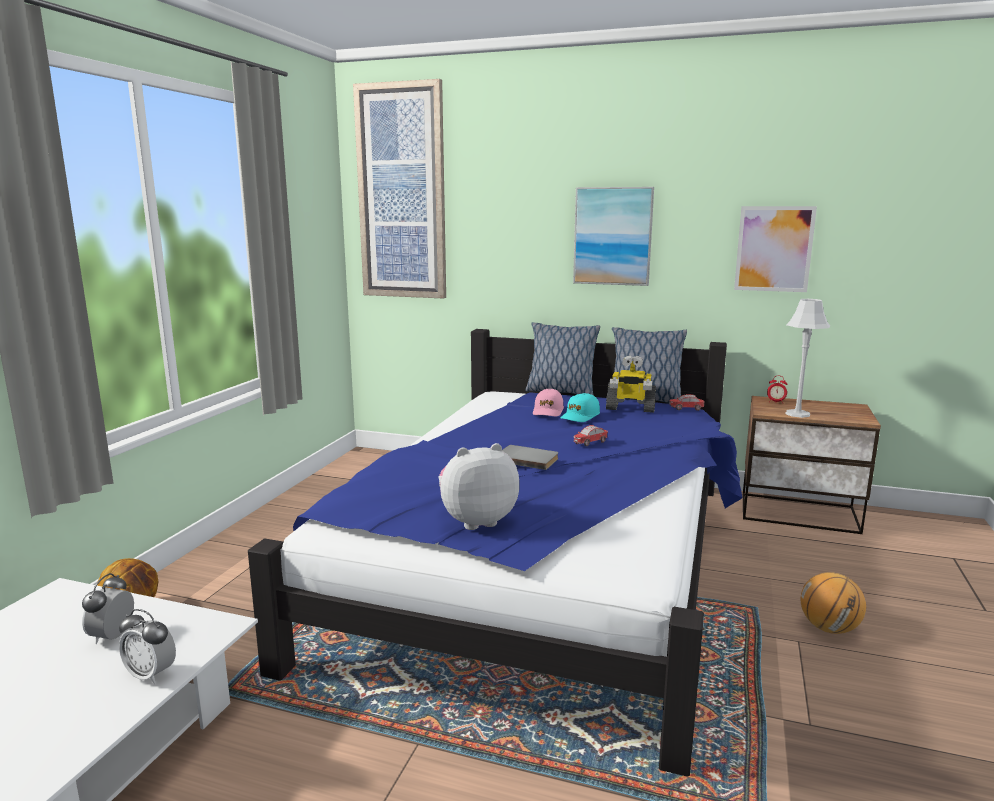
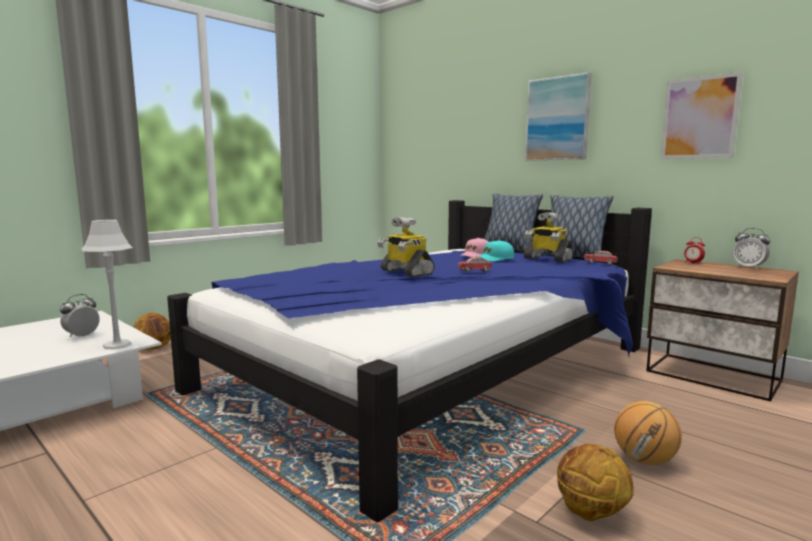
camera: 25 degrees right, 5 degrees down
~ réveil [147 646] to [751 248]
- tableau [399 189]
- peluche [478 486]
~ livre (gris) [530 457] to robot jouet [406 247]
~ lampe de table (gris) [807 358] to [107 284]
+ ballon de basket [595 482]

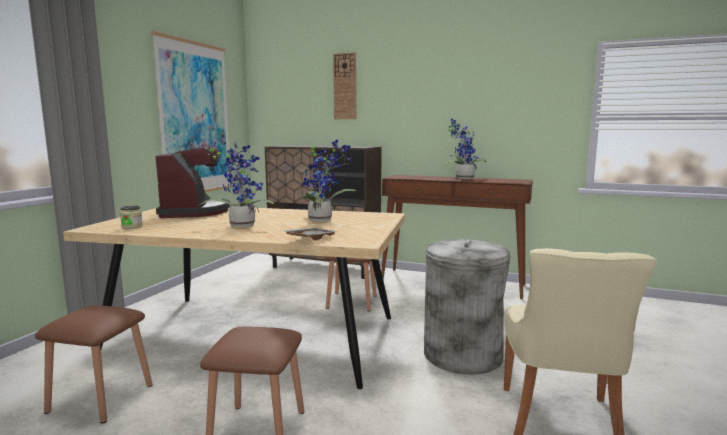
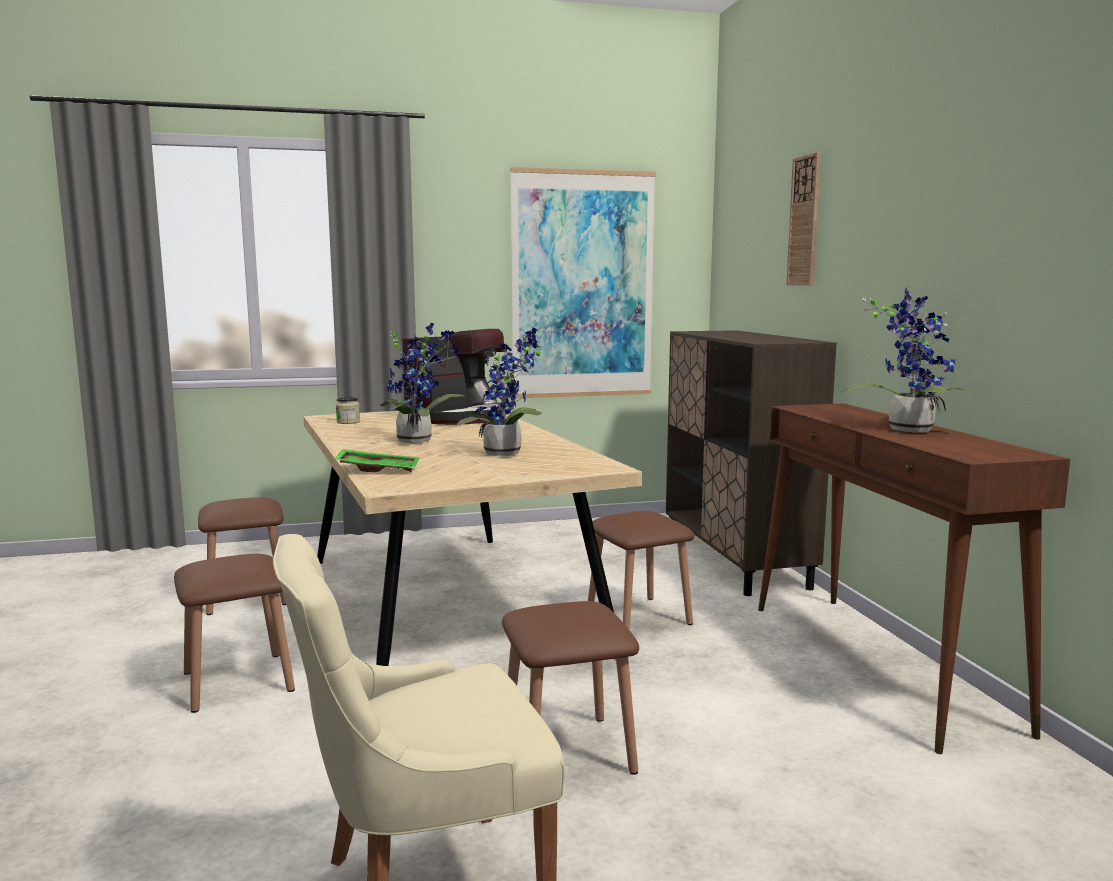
camera: 55 degrees right, 0 degrees up
~ plateau (gris) [310 233] to plateau (vert) [377 460]
~ poubelle (gris) [467 306] to tabouret (marron) [570 688]

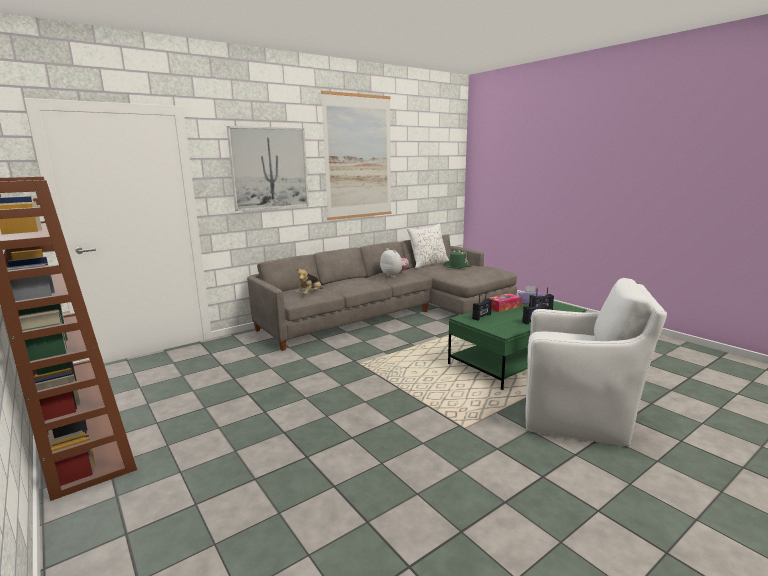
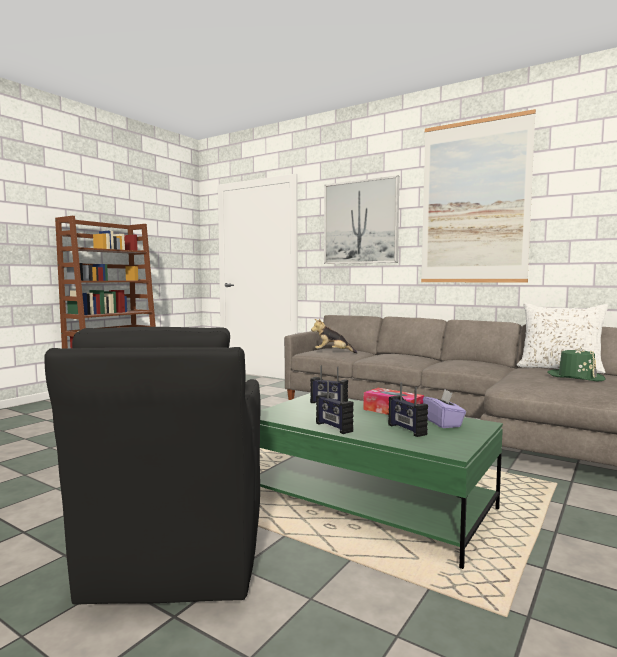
camera: 70 degrees right, 10 degrees down
- peluche [394 262]
~ fauteuil (blanc) [596 362] to fauteuil (noir) [152 466]

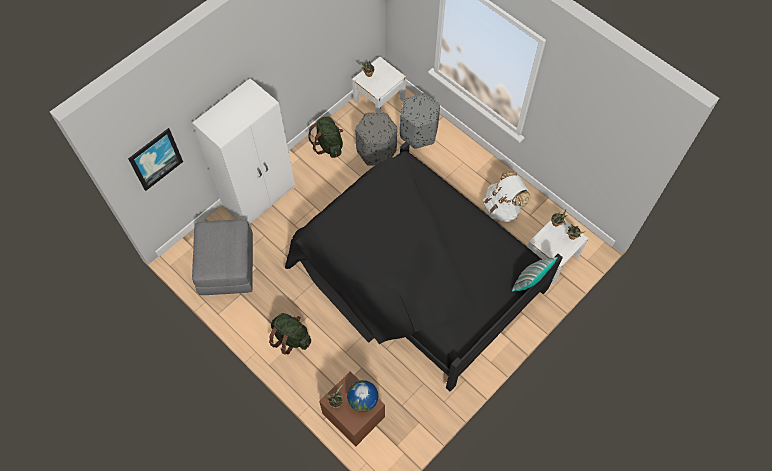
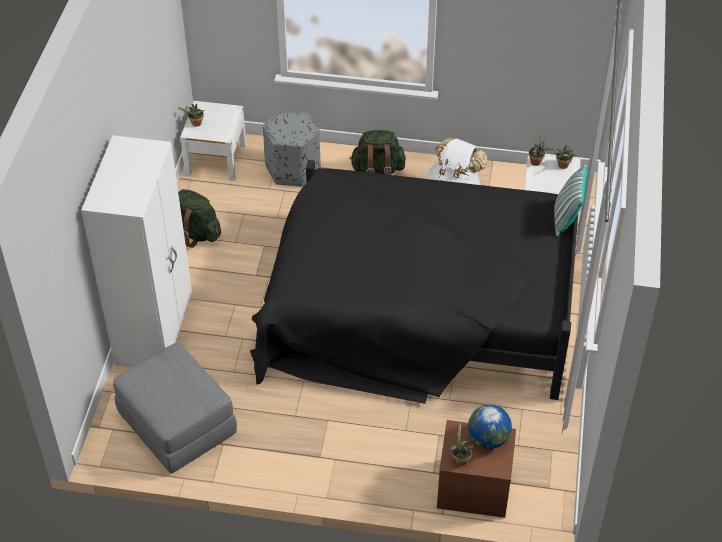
camera: 35 degrees left, 15 degrees down
- tableau [155 159]
~ sac à dos (vert) [290 334] to [378 152]
- pouf (gris) [376 139]

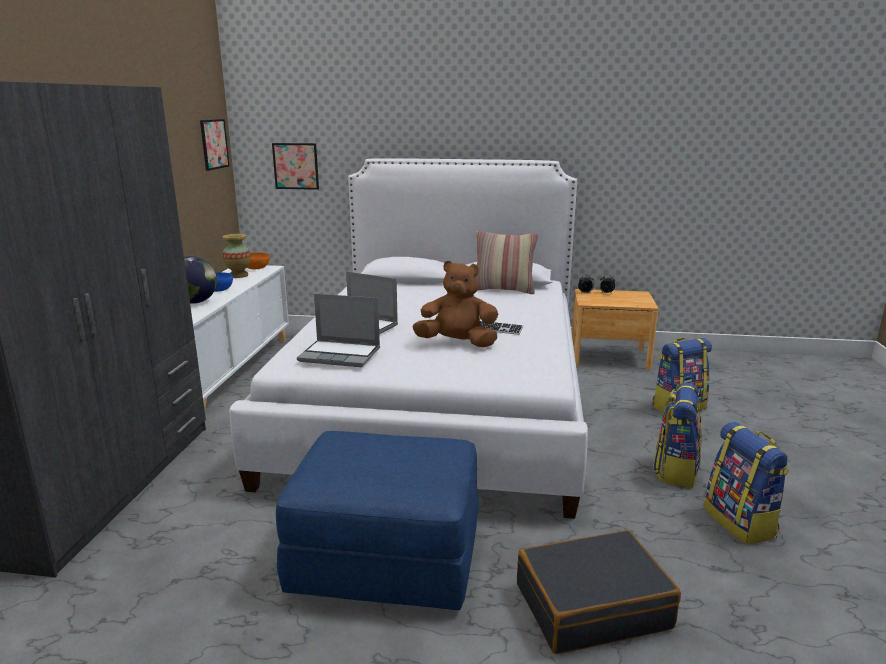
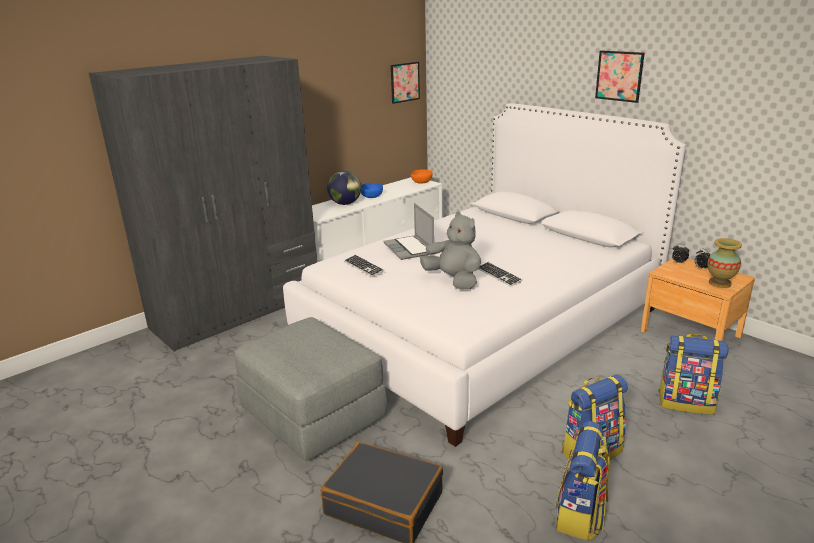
camera: 40 degrees right, 5 degrees up
~ vase [236 256] to [724 263]
~ tableau [295 166] to [620 76]
~ pouf (bleu) [377 520] to pouf (gris) [310 389]
~ ordinateur portable [338 330] to clavier [364 266]
~ peluche (marron) [455 304] to peluche (gris) [450 250]
- coussin [506 262]

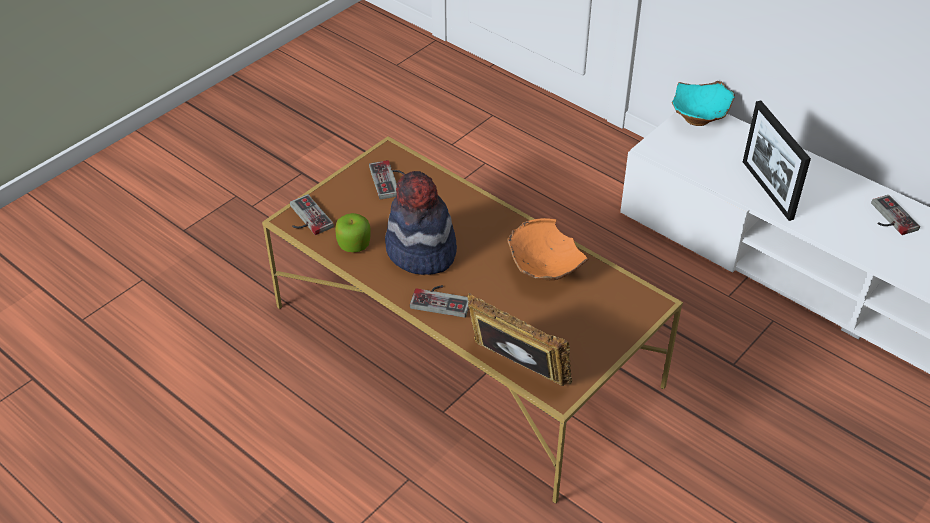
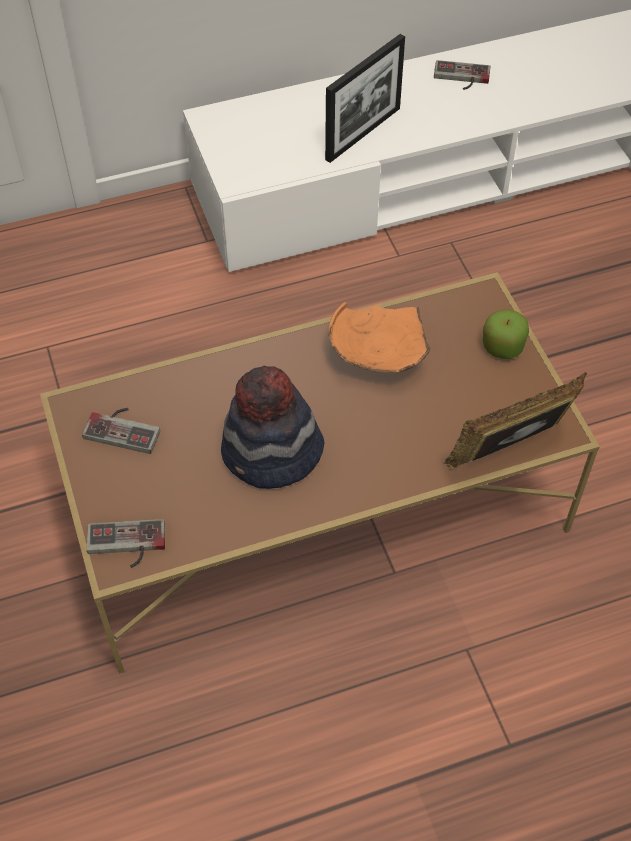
camera: 60 degrees left, 10 degrees up
~ pomme [353 232] to [506 334]
- manette [439 301]
- bol (turquoise) [703 103]
~ cadre photo [777 161] = [365 98] 60 degrees counterclockwise

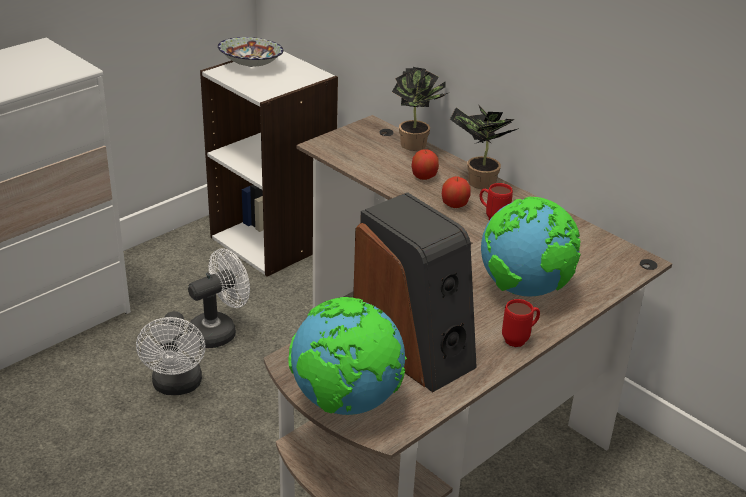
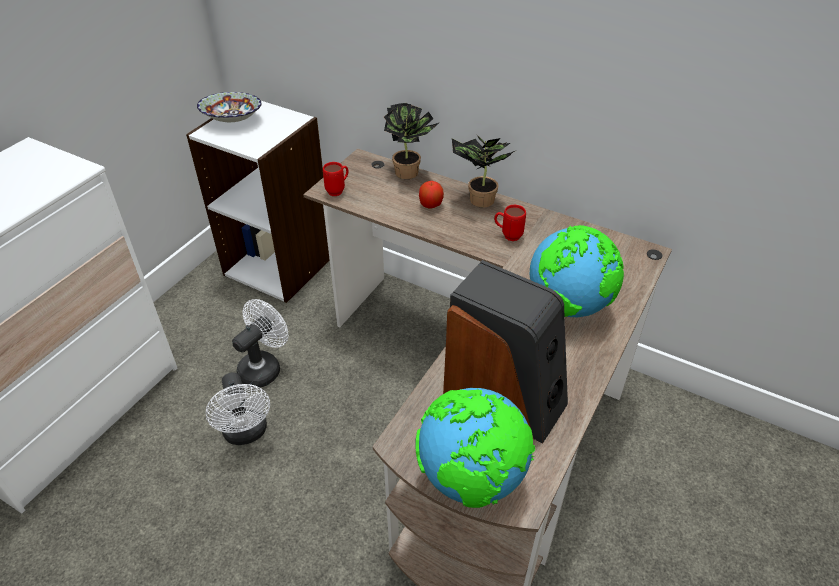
camera: 15 degrees left, 10 degrees up
- pomme [456 192]
~ mug (rouge) [521 323] to [336 179]

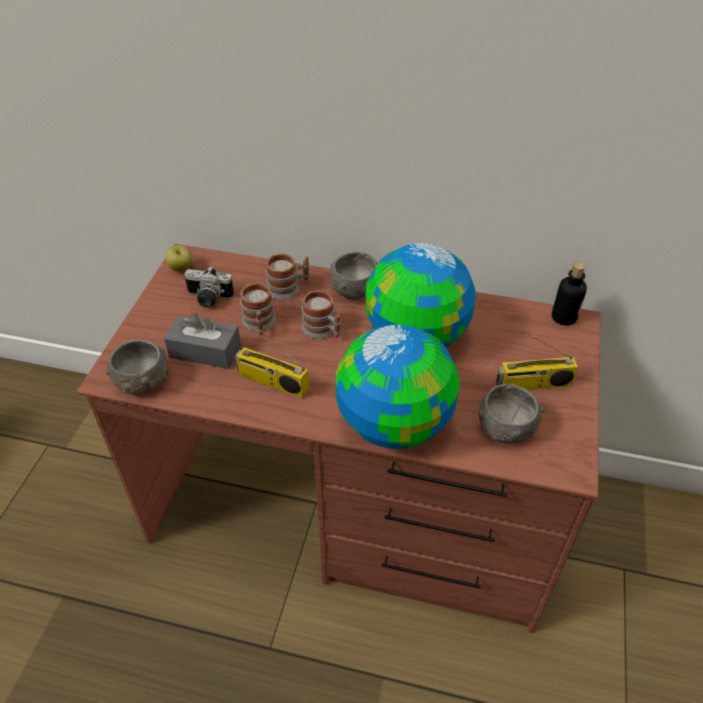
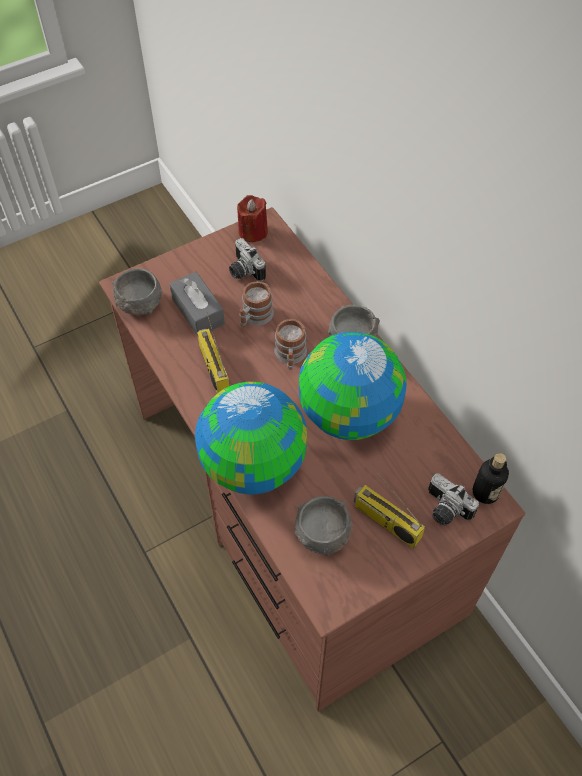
camera: 45 degrees right, 10 degrees up
~ pomme [178 258] to bougie (rouge) [252 218]
- mug [288 277]
+ appareil photo [453 499]

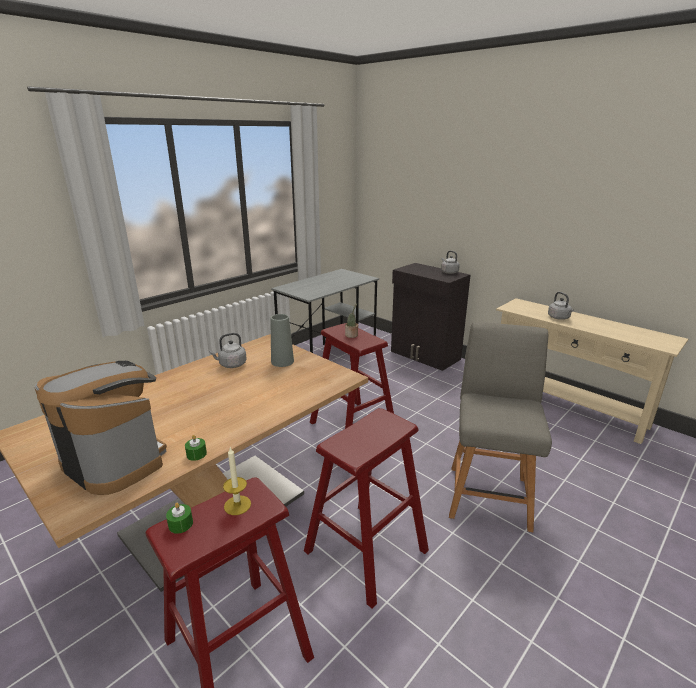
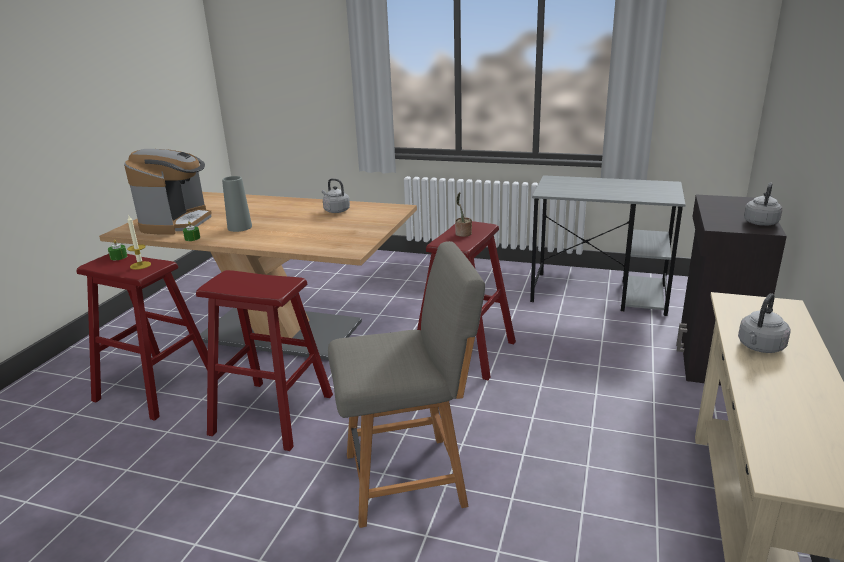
camera: 65 degrees right, 0 degrees up
~ vase (gris) [282 340] to [237 204]

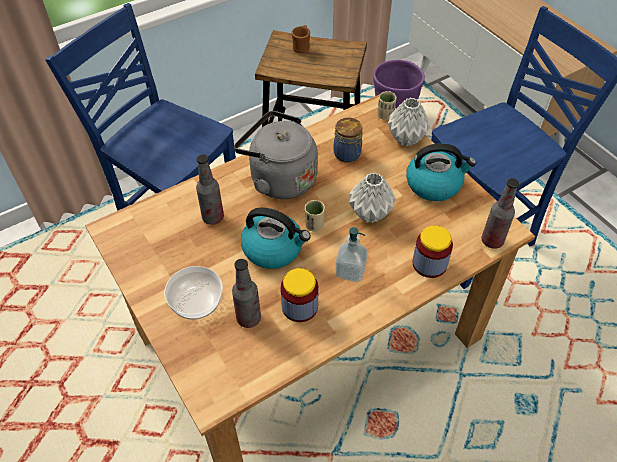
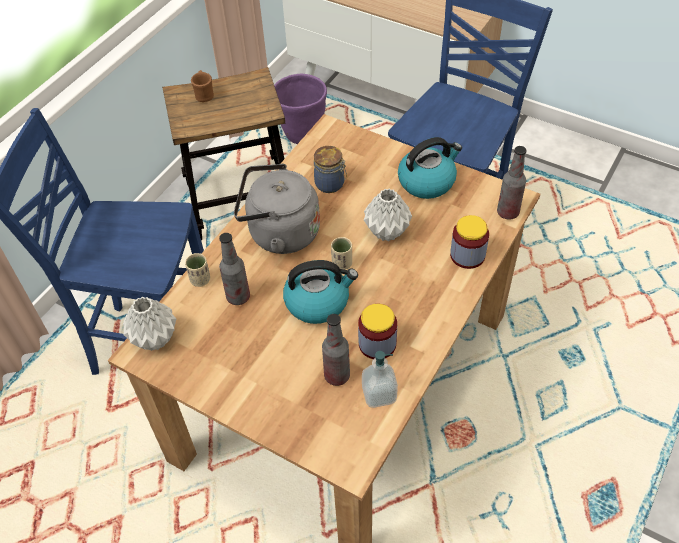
camera: 25 degrees left, 0 degrees up
- bol [193 292]
~ distributeur de savon [351 254] to [380 379]
~ tasse (beige) [387 105] to [197 270]
~ vase (gris) [408 122] to [149 324]

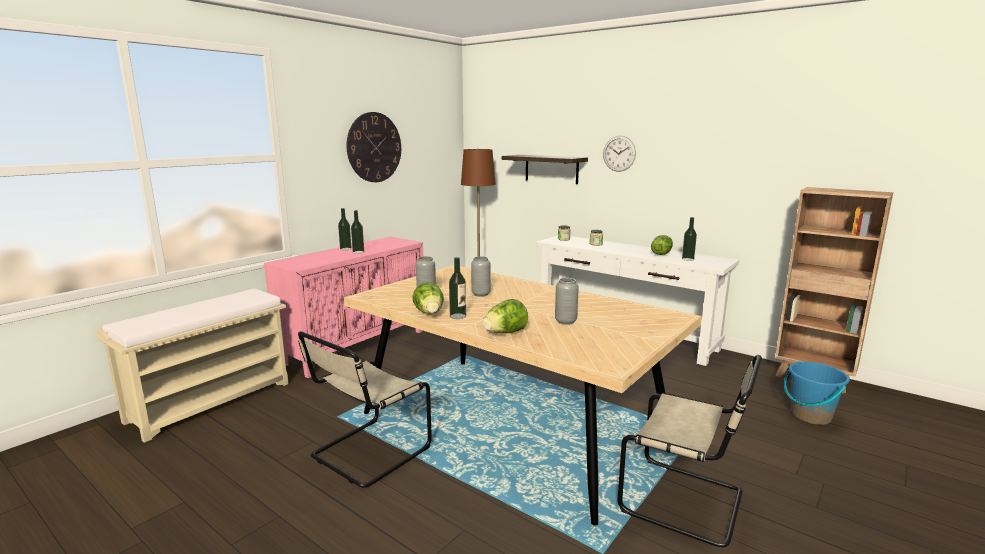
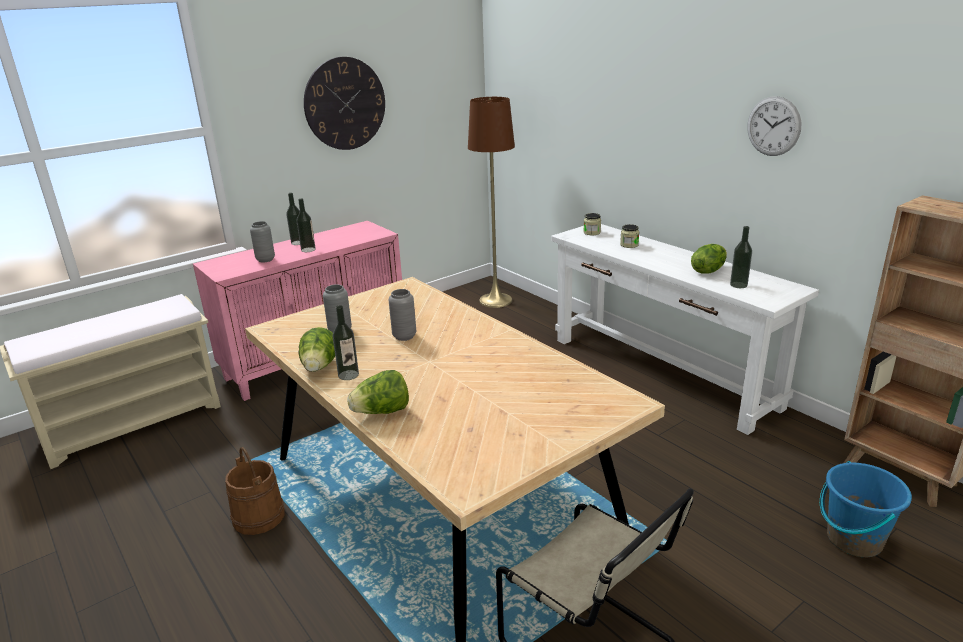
camera: 15 degrees right, 10 degrees up
~ chaise (beige) [365 409] to seau (marron) [255 491]
- étagère [545 169]
~ vase (gris) [567 301] to [262 242]
~ horloge murale [619 154] to [774 126]

